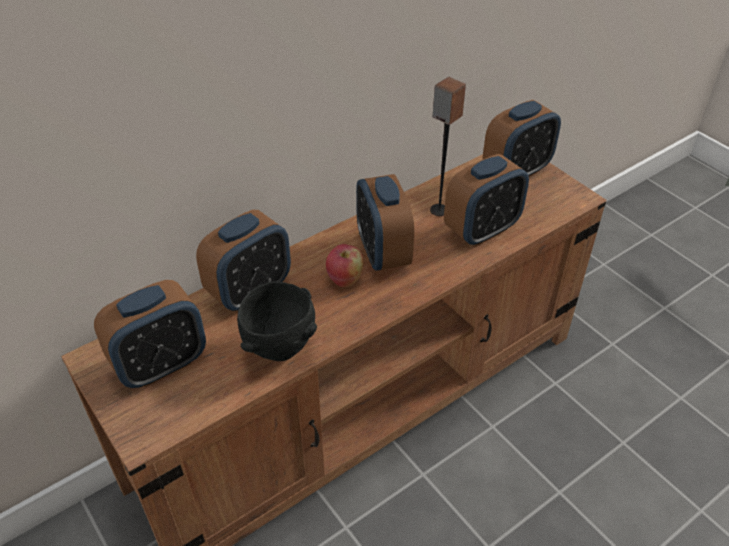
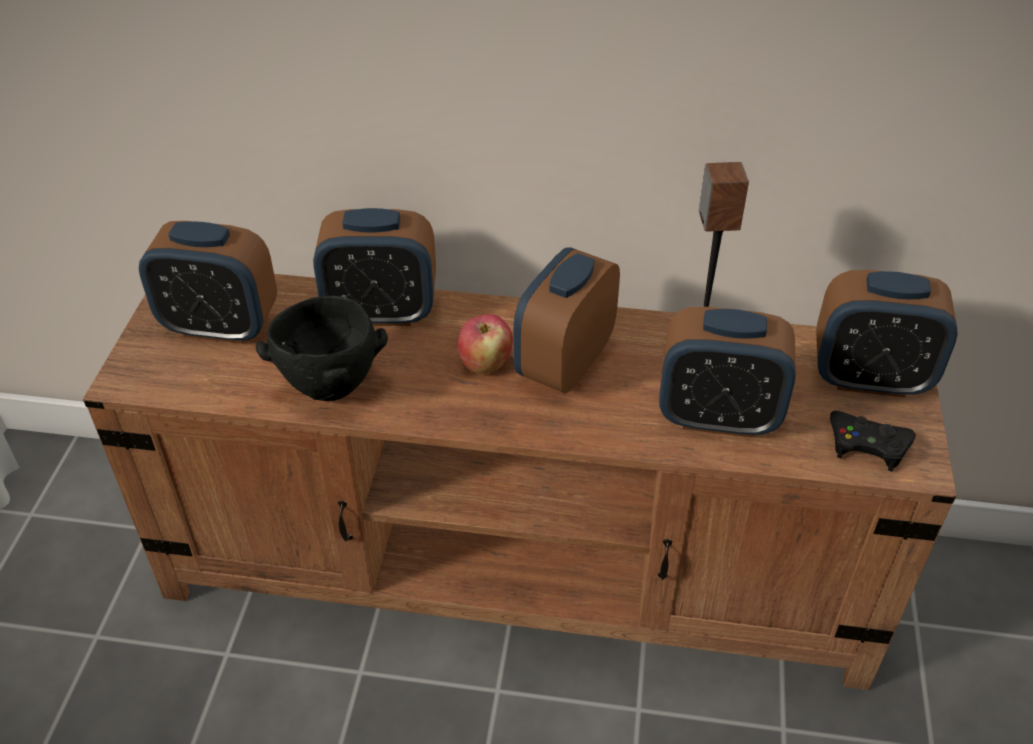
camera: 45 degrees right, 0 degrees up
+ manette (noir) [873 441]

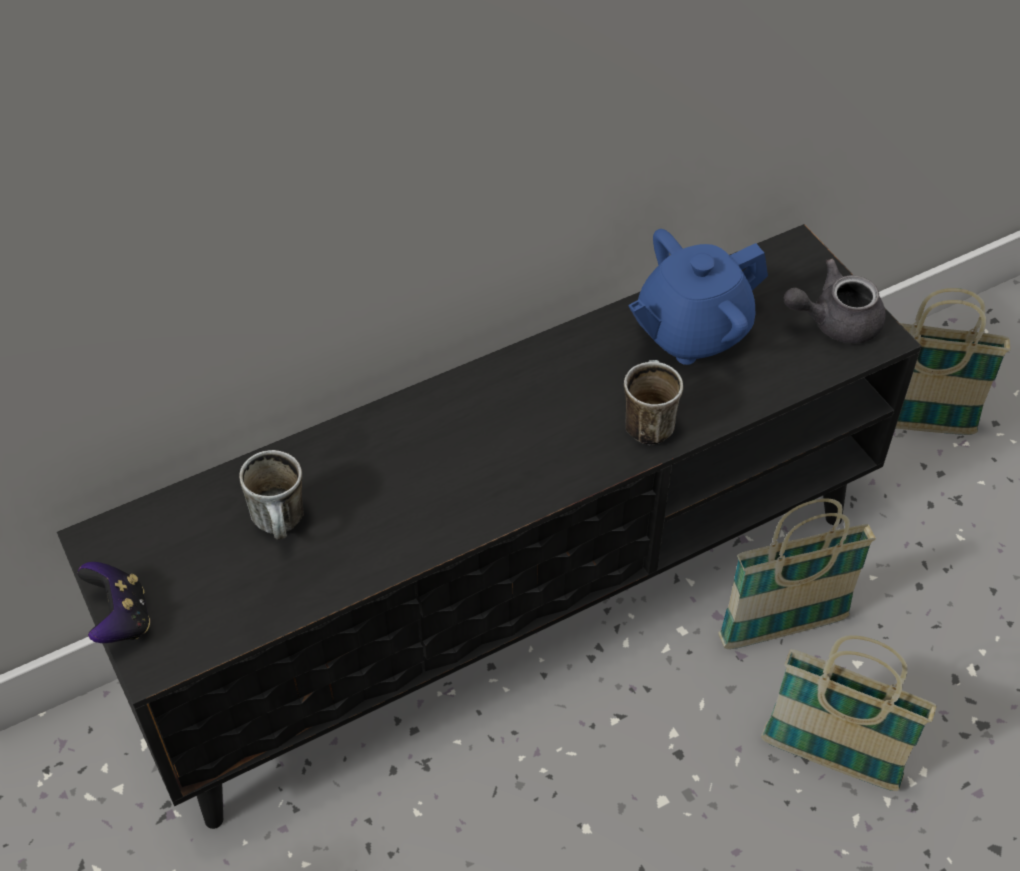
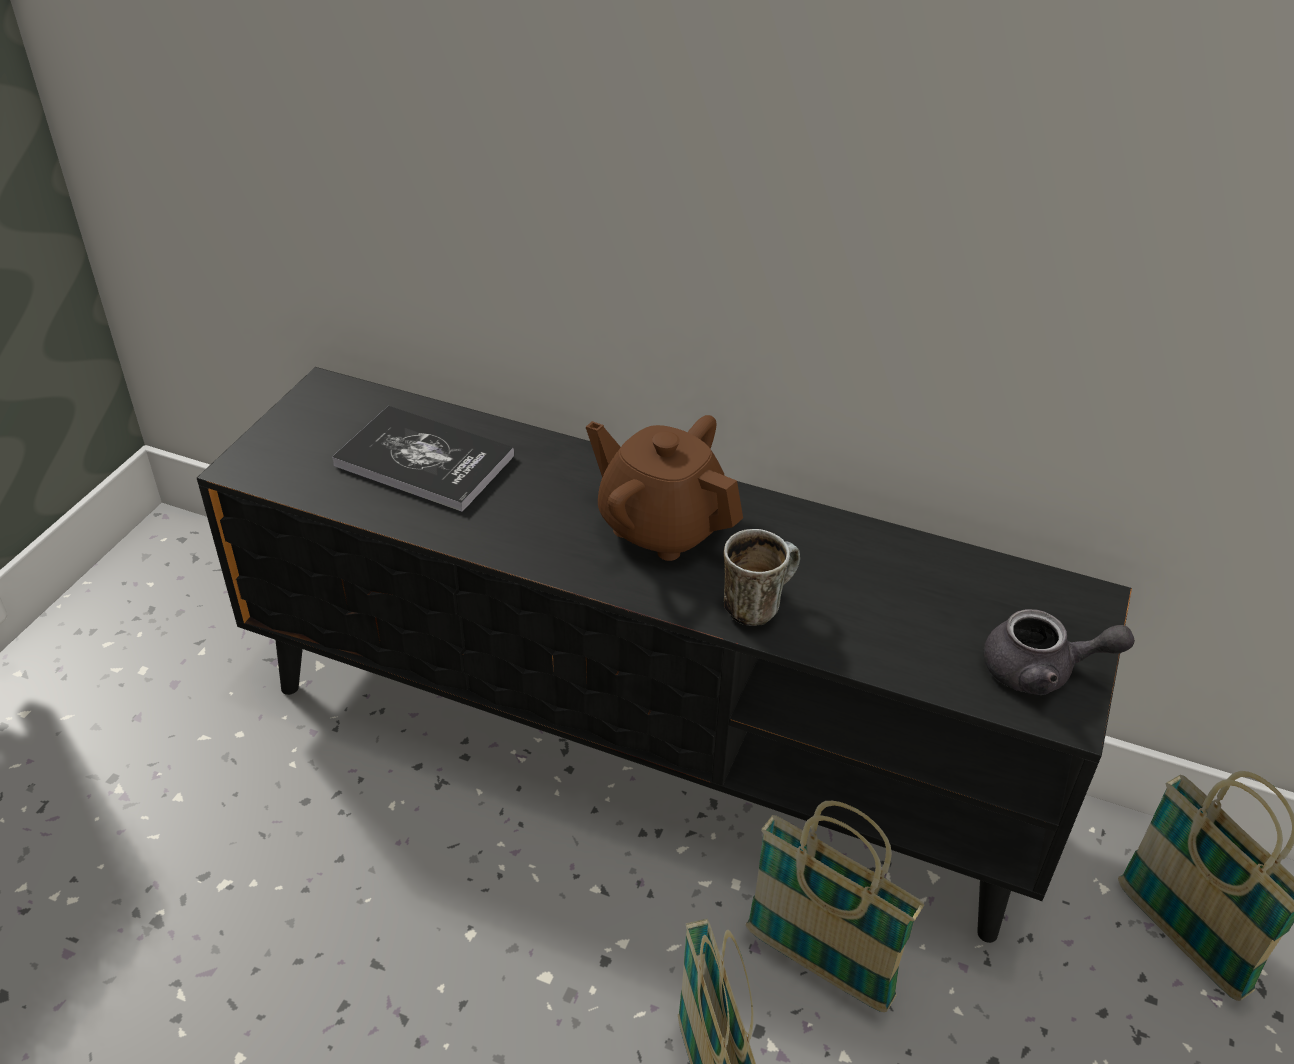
camera: 50 degrees right, 10 degrees down
- manette [114 602]
~ mug [271 494] to livre [423 459]
- théière (bleu) [698 297]
~ théière (gris) [835 301] = [1059 652] 150 degrees clockwise
+ théière (marron) [664 488]

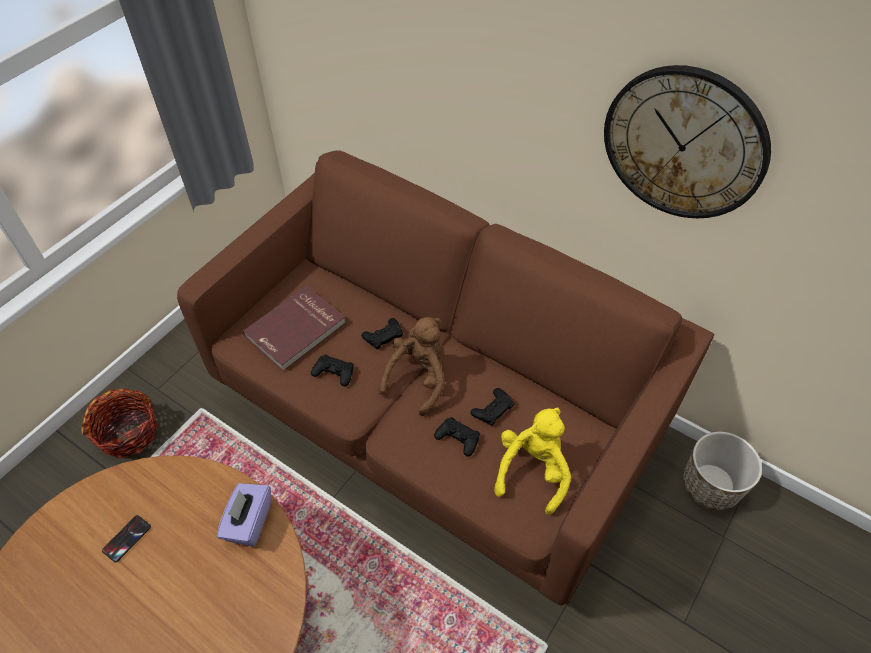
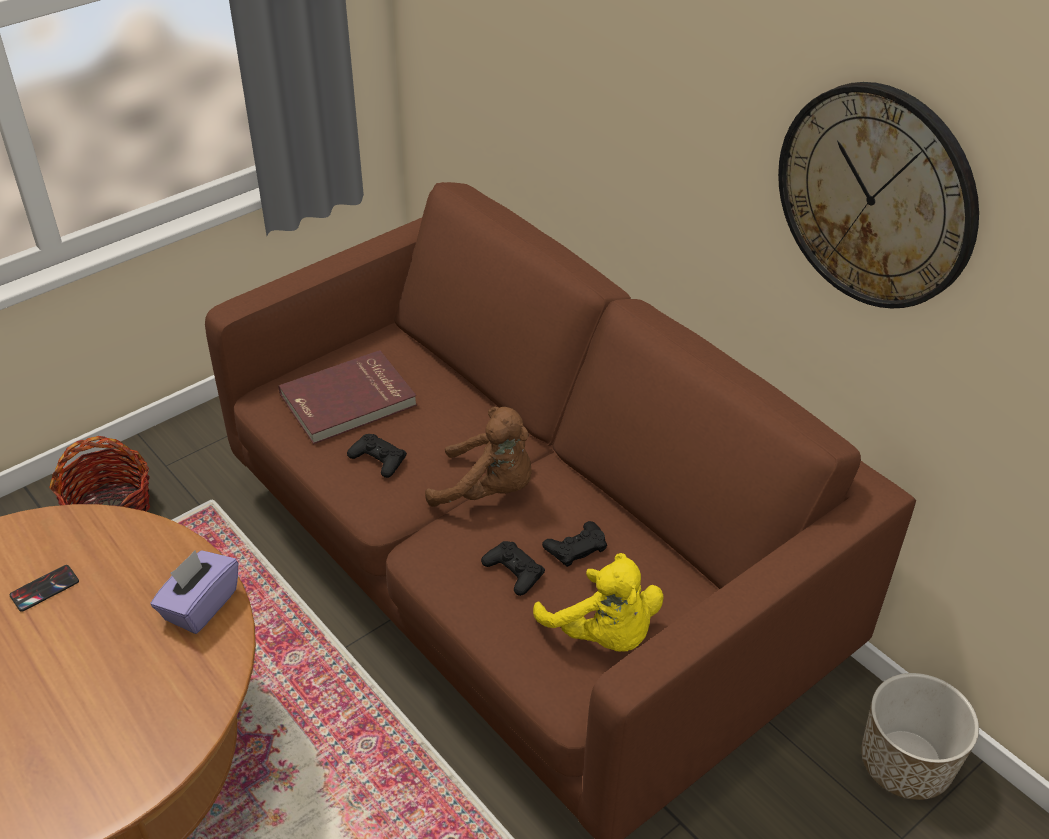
camera: 15 degrees right, 10 degrees down
- manette (noir) [382 333]
~ peluche (marron) [411 366] = [478 456] 60 degrees clockwise
~ peluche (jaune) [532 461] = [598 602] 105 degrees clockwise

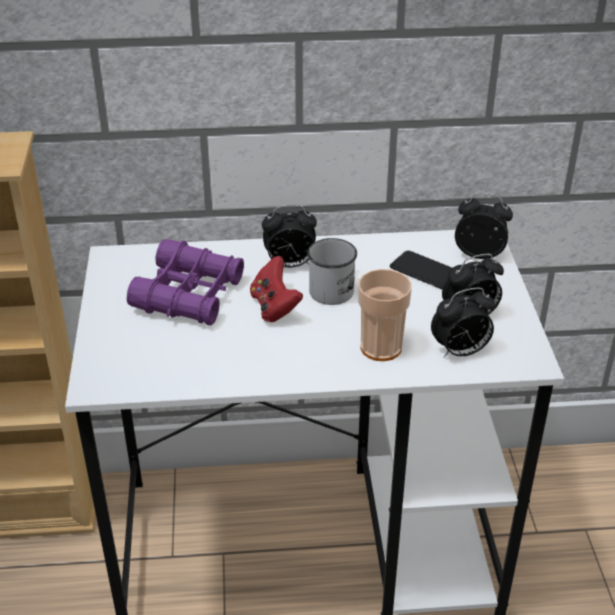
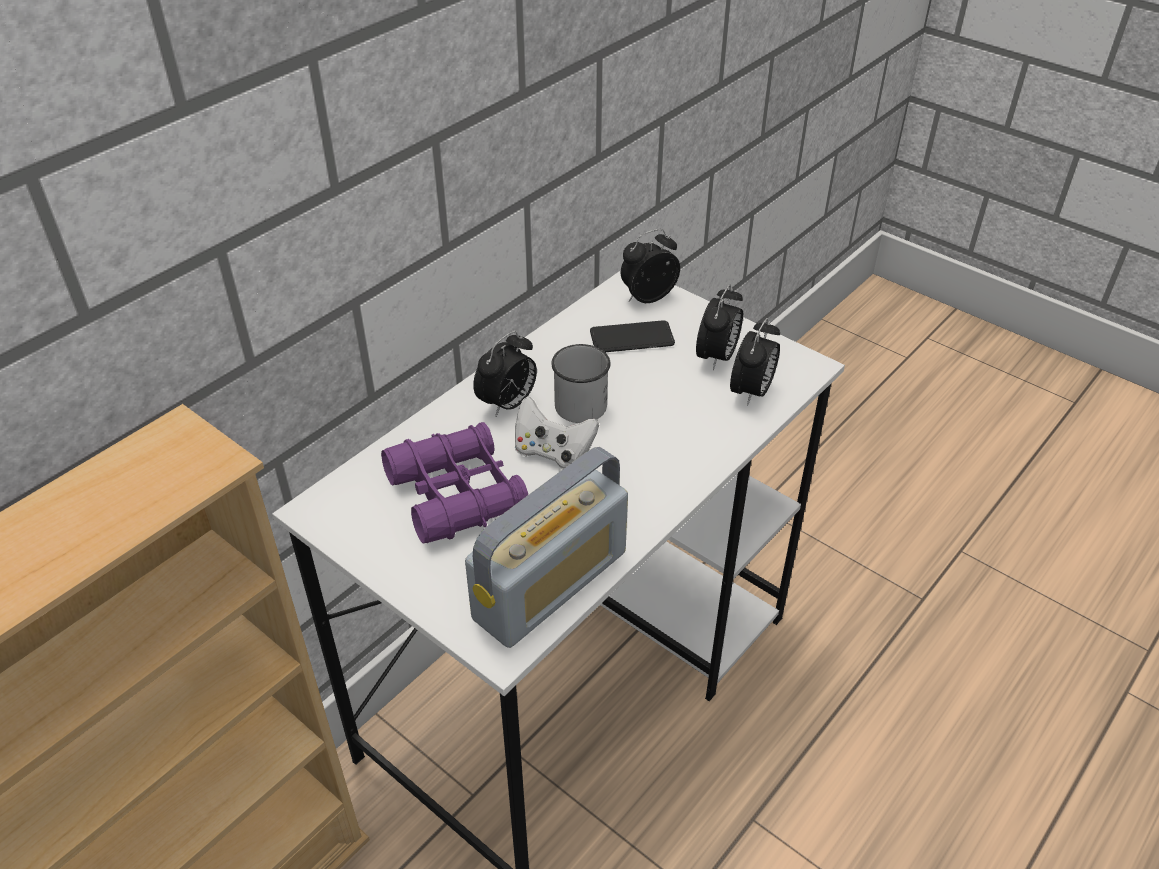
camera: 45 degrees left, 5 degrees up
~ manette (rouge) [276 289] to manette (blanc) [557 433]
- tasse [385 315]
+ radio [546 547]

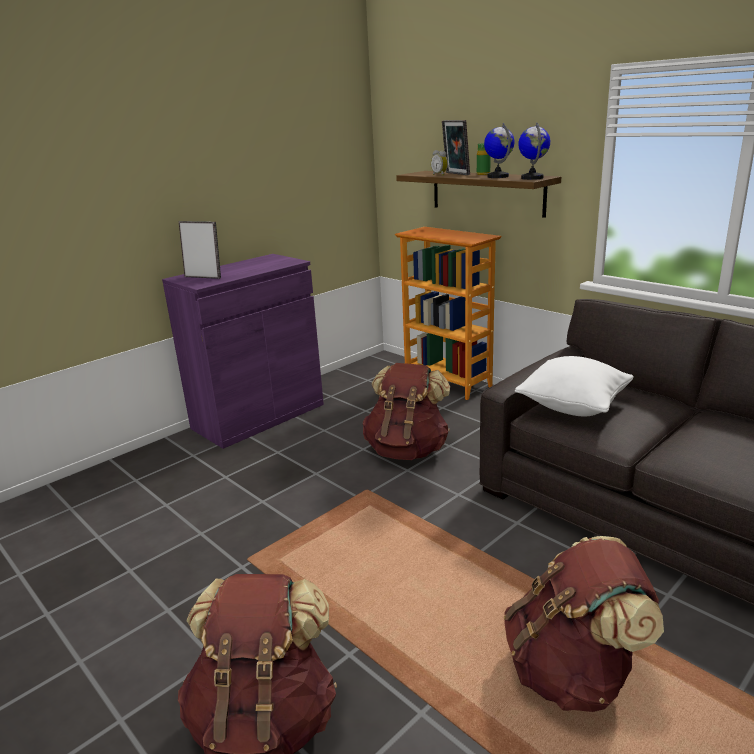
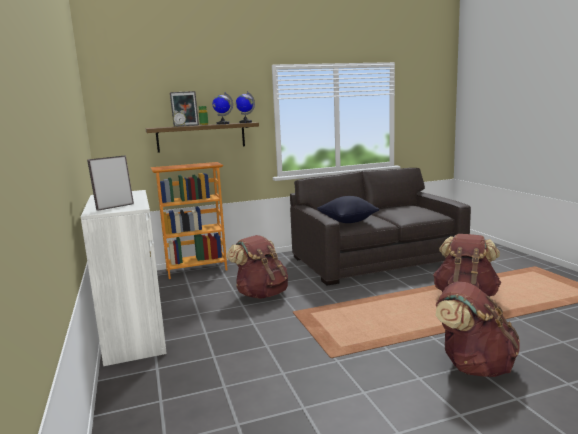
camera: 65 degrees left, 10 degrees down
~ meuble de rangement (violet) [243 351] to meuble de rangement (blanc) [124 278]
~ coussin (blanc) [574 386] to coussin (noir) [348 209]

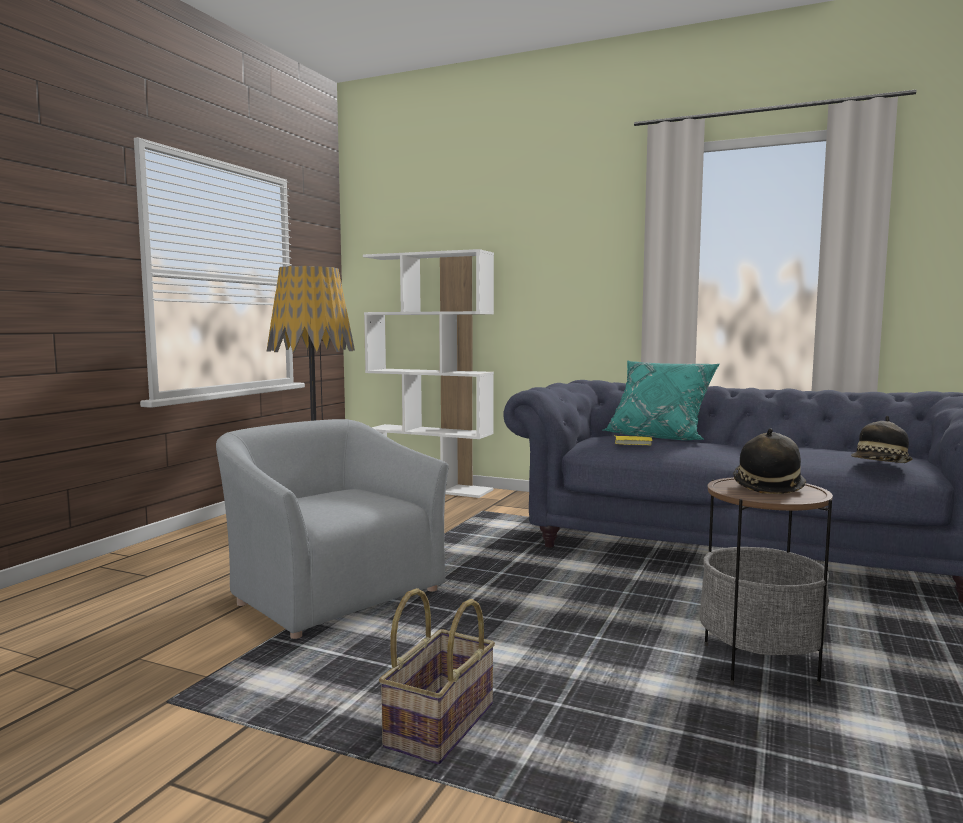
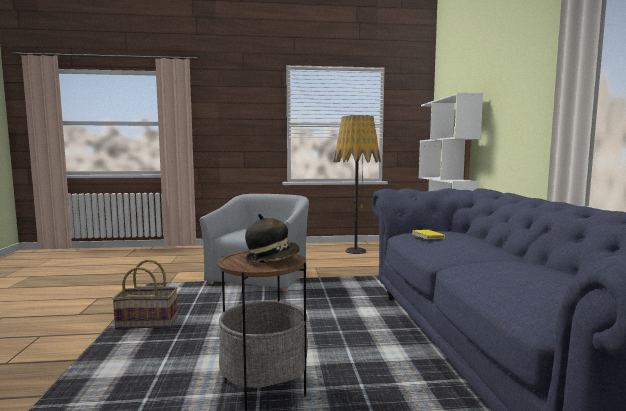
camera: 60 degrees right, 0 degrees up
- coussin (turquoise) [661 400]
- chapeau [881 439]

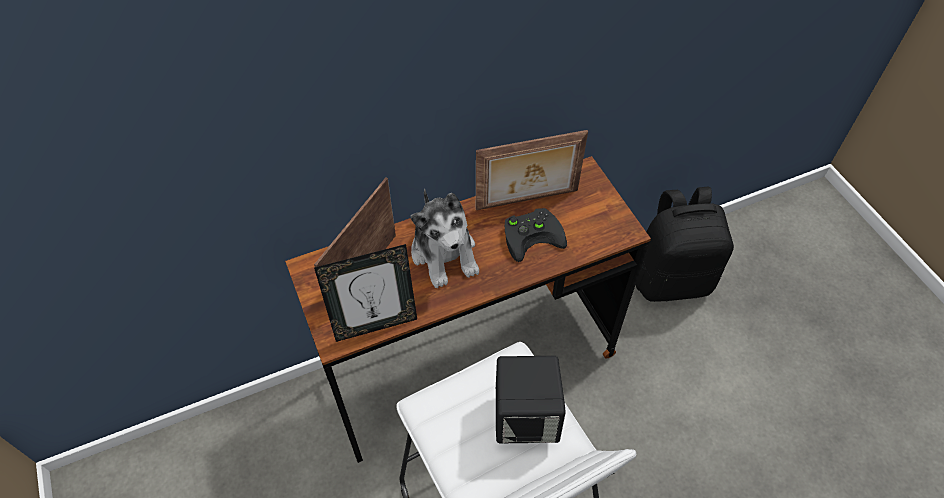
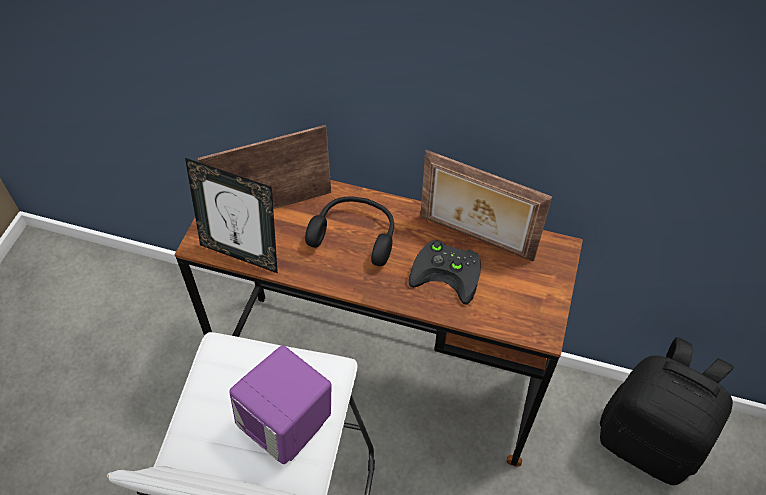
camera: 40 degrees right, 0 degrees up
~ peluche [445 238] to casque audio (noir) [349 231]
~ enceinte (noir) [531 400] to enceinte (violet) [280 404]

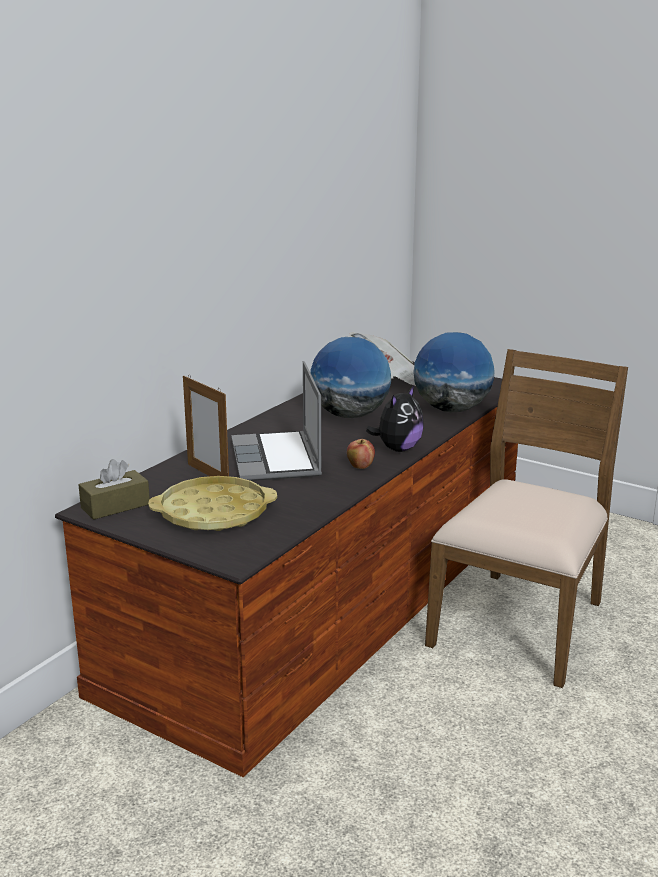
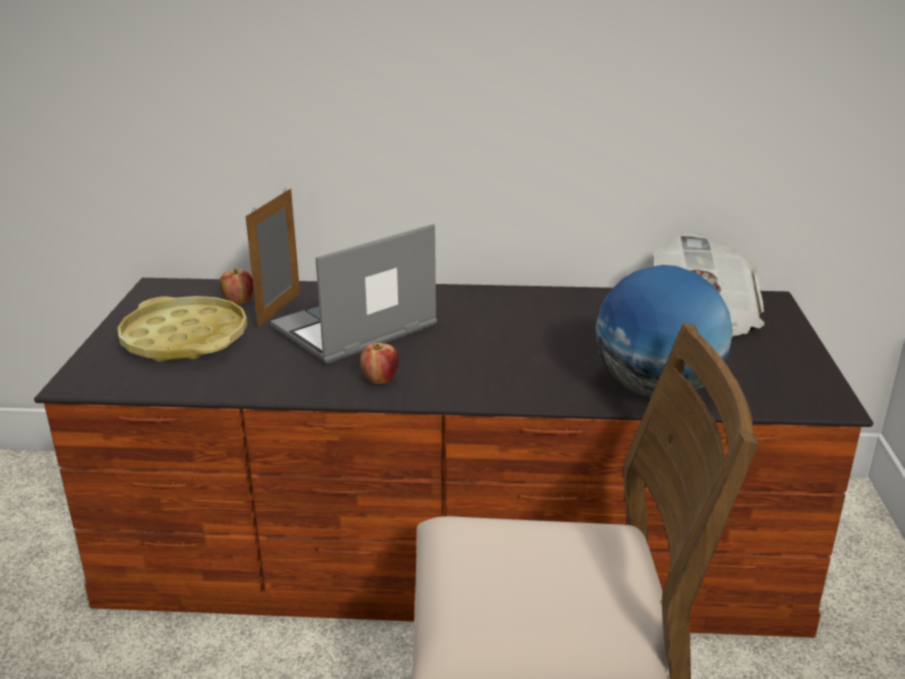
camera: 60 degrees right, 5 degrees up
- boîte à mouchoirs (marron) [114 489]
- globe [350 377]
- peluche [395 419]
+ pomme [236 287]

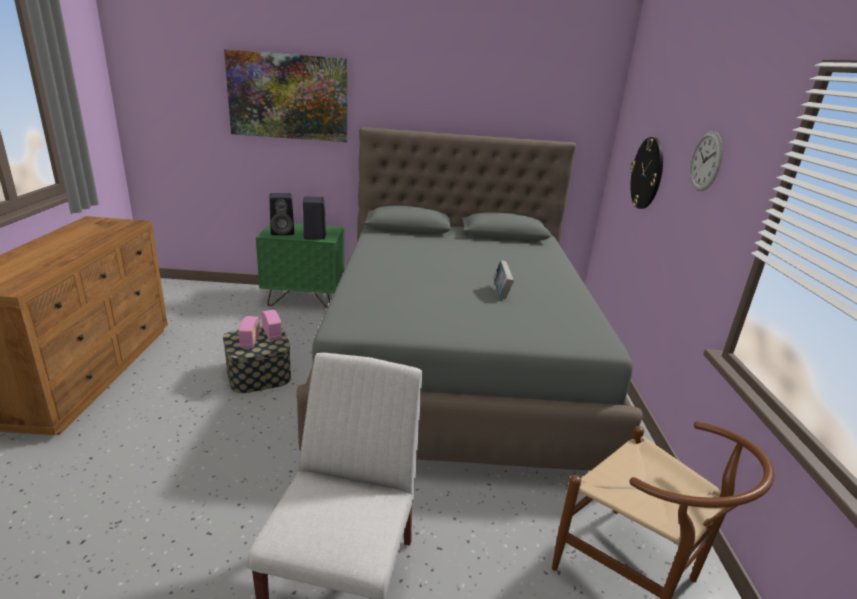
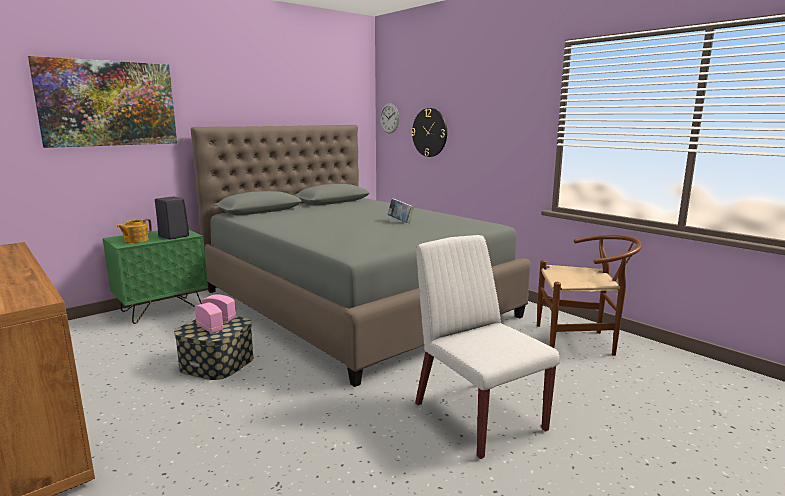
camera: 40 degrees left, 10 degrees down
~ enceinte (noir) [282 214] to théière [134 231]
~ horloge murale [706 161] to [389 118]

